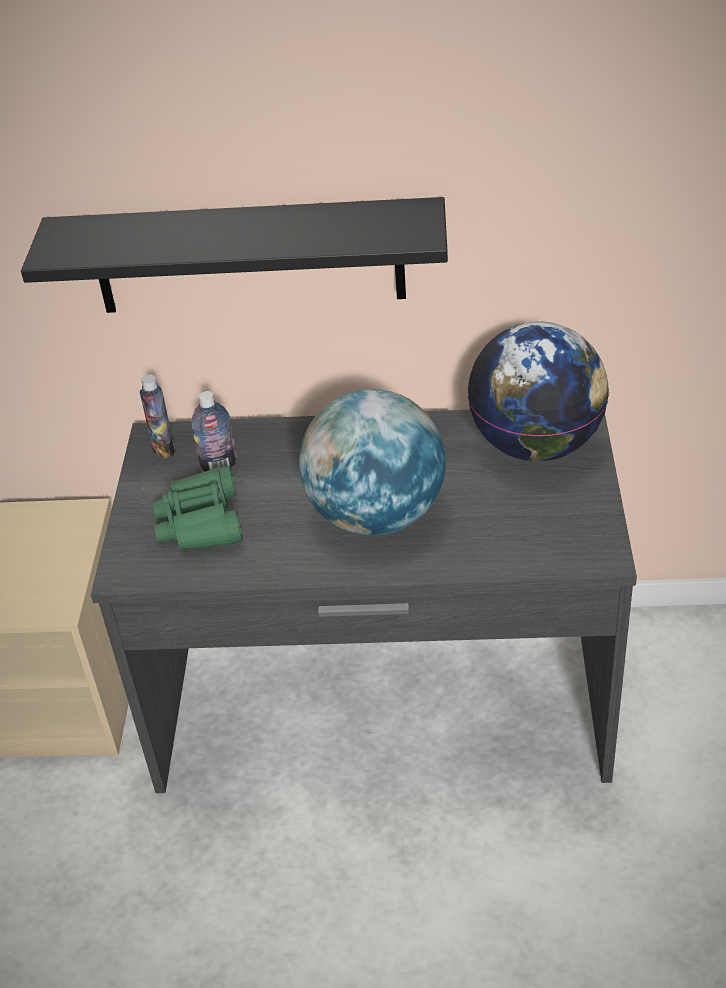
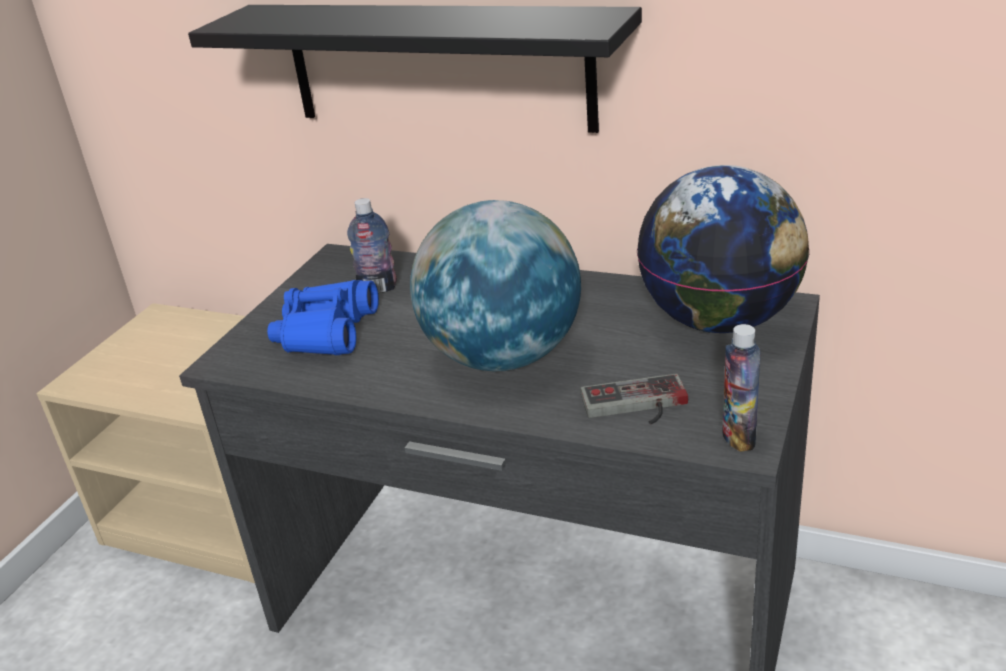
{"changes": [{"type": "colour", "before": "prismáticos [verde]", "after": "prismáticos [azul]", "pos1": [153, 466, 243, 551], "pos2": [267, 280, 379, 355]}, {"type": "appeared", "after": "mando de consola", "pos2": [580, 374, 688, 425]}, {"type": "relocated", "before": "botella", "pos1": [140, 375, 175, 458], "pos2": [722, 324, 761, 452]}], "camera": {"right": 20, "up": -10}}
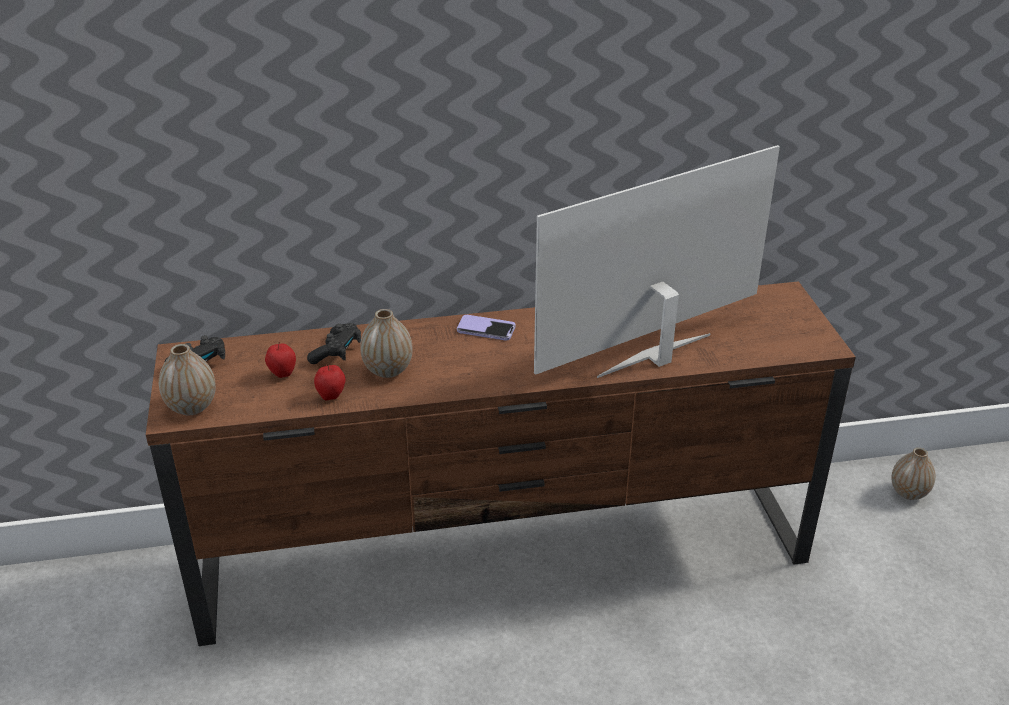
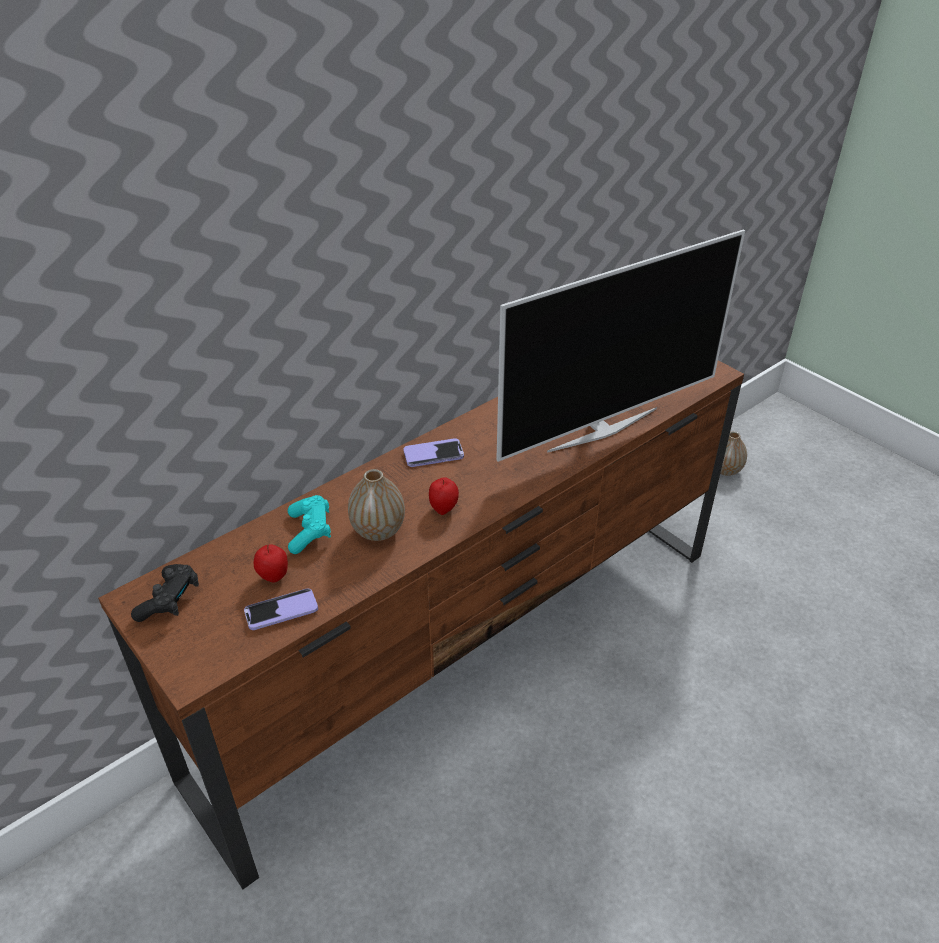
{"changes": [{"type": "appeared", "after": "móvil", "pos2": [244, 589, 318, 630]}, {"type": "colour", "before": "mando de consola [negro]", "after": "mando de consola [turquesa]", "pos1": [307, 323, 361, 364], "pos2": [288, 495, 331, 554]}, {"type": "relocated", "before": "manzana", "pos1": [314, 365, 346, 401], "pos2": [429, 477, 459, 515]}, {"type": "spun", "before": "televisor", "pos1": [534, 145, 780, 378], "pos2": [496, 229, 745, 462], "turn": -150}, {"type": "missing", "before": "florero", "pos1": [159, 344, 216, 415]}], "camera": {"right": -30, "up": 5}}
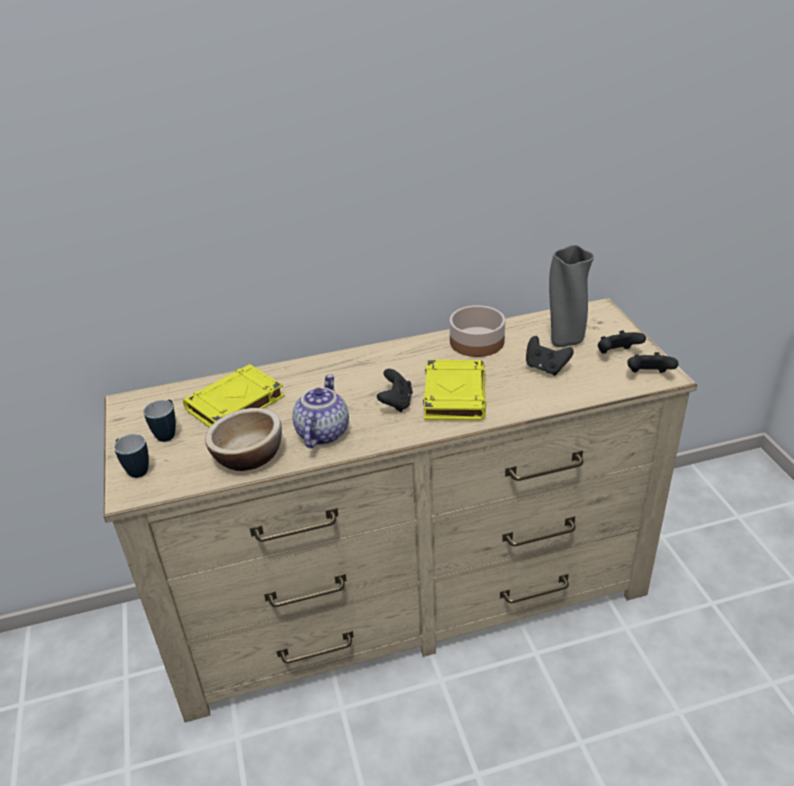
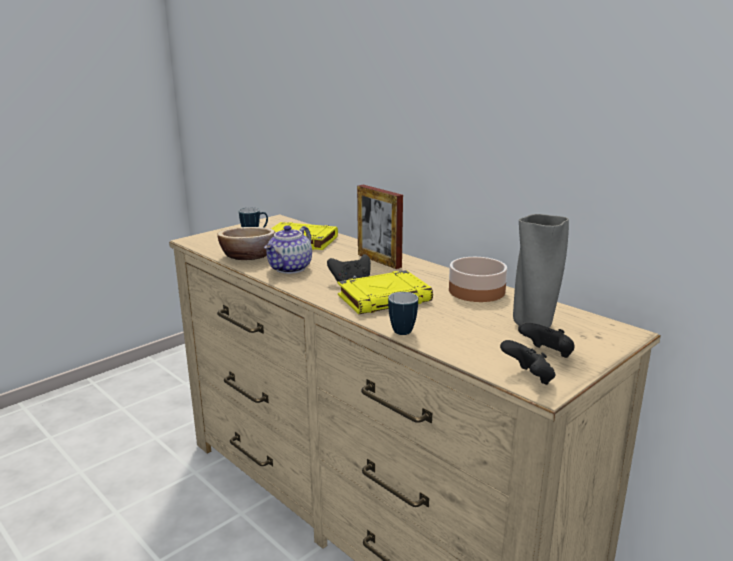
{"changes": [{"type": "spun", "before": "tetera", "pos1": [292, 374, 349, 448], "pos2": [264, 225, 312, 274], "turn": 135}, {"type": "appeared", "after": "portarretratos", "pos2": [357, 185, 403, 269]}, {"type": "relocated", "before": "taza grande", "pos1": [114, 434, 149, 478], "pos2": [388, 292, 418, 335]}, {"type": "missing", "before": "mando de consola [negro]", "pos1": [526, 336, 574, 375]}], "camera": {"right": 60, "up": -15}}
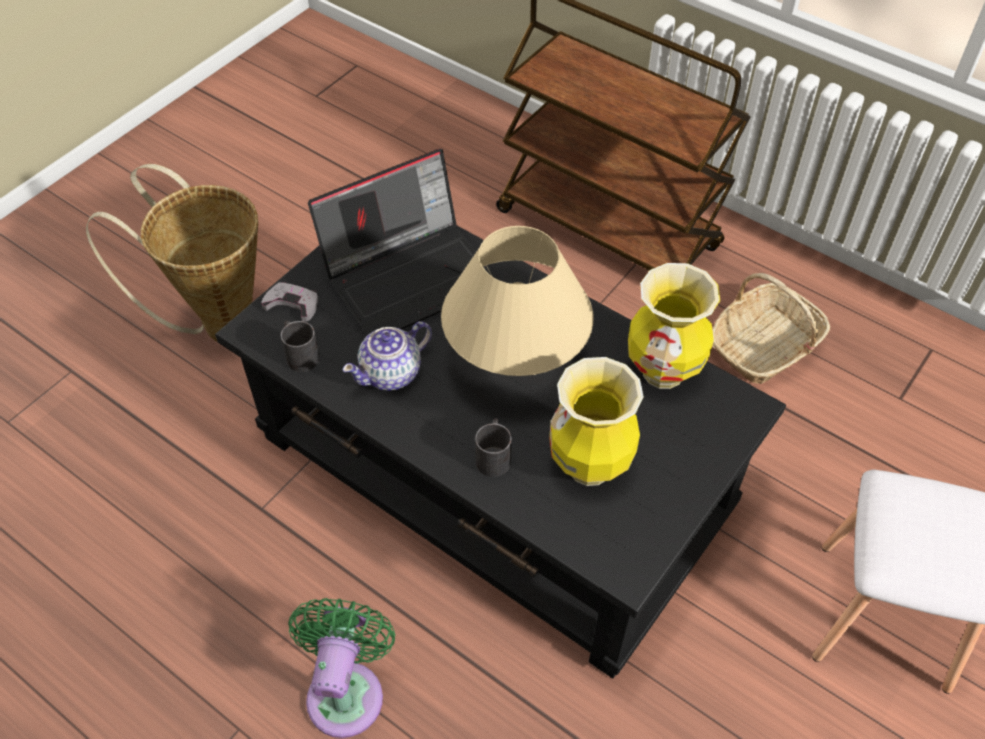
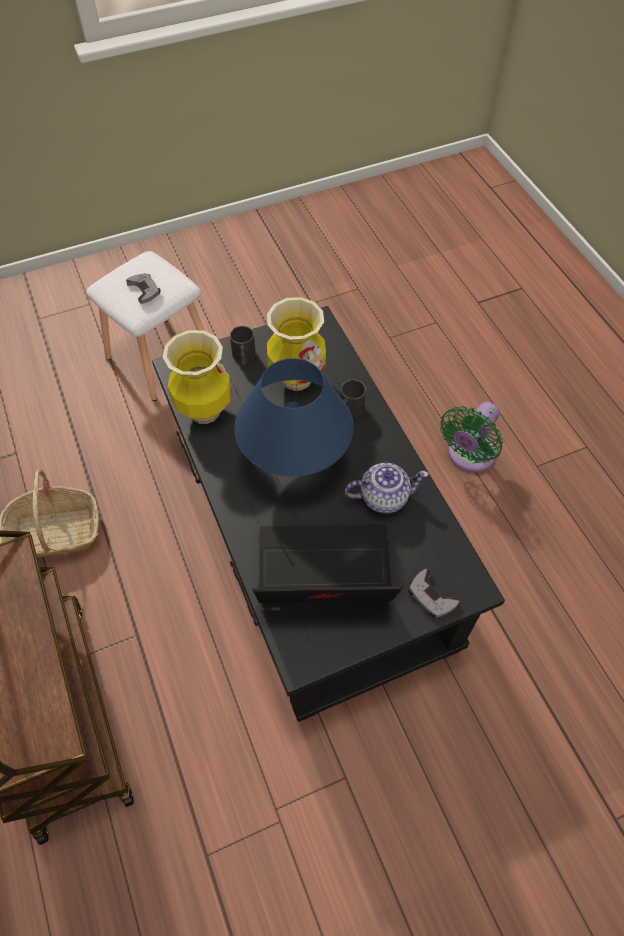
{"changes": [{"type": "appeared", "after": "mando de consola [gris]", "pos2": [126, 273, 160, 304]}, {"type": "relocated", "before": "taza grande [negro]", "pos1": [280, 321, 320, 372], "pos2": [230, 326, 256, 365]}, {"type": "colour", "before": "lámpara de mesa [beis]", "after": "lámpara de mesa [azul]", "pos1": [441, 226, 593, 376], "pos2": [234, 358, 354, 477]}, {"type": "missing", "before": "cesta", "pos1": [86, 164, 258, 341]}], "camera": {"right": -150, "up": 5}}
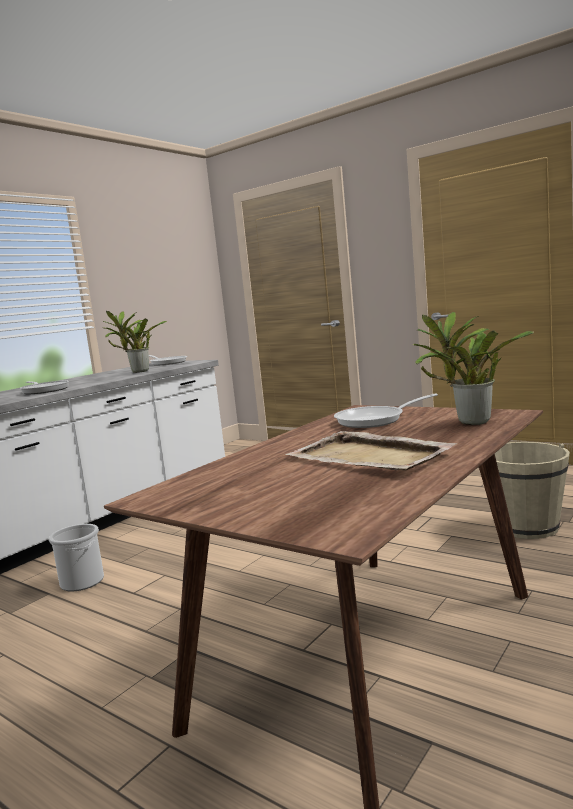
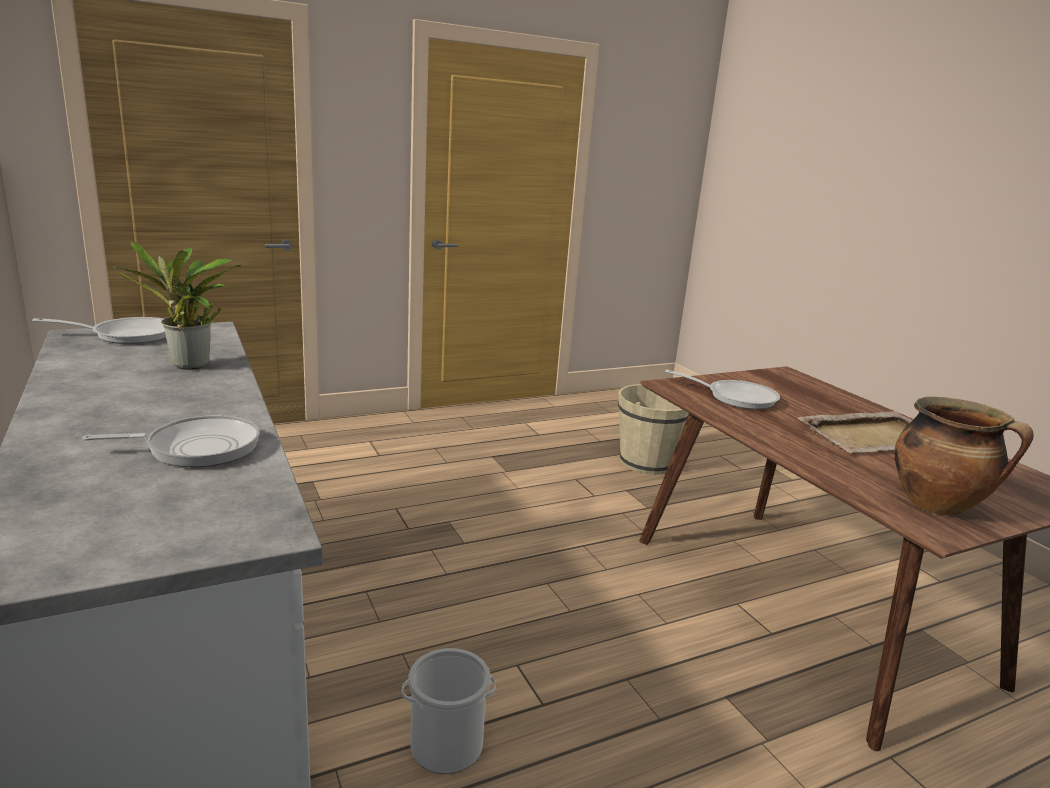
{"changes": [{"type": "spun", "before": "sartén", "pos1": [334, 393, 438, 428], "pos2": [665, 369, 780, 410], "turn": -75}, {"type": "appeared", "after": "olla", "pos2": [895, 397, 1034, 516]}, {"type": "missing", "before": "planta en maceta", "pos1": [413, 312, 534, 425]}], "camera": {"right": -65, "up": 10}}
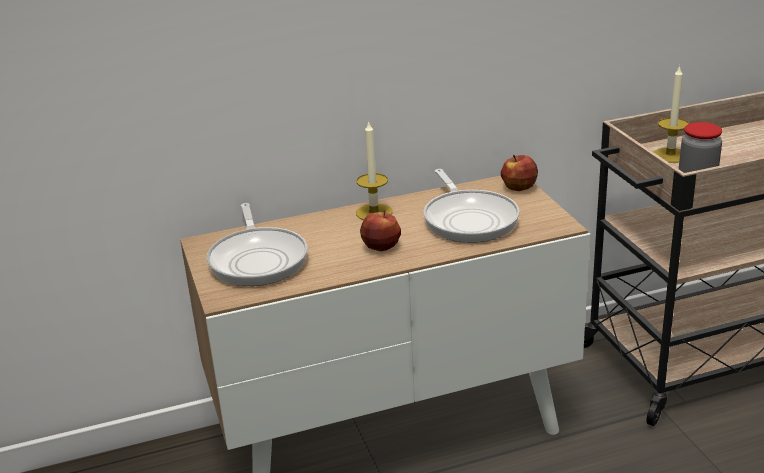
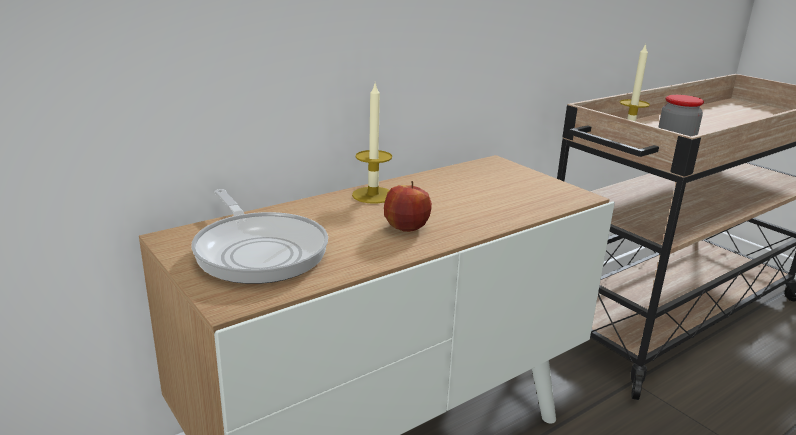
{"changes": [{"type": "missing", "before": "sartén", "pos1": [424, 169, 520, 243]}, {"type": "missing", "before": "manzana", "pos1": [501, 155, 538, 191]}], "camera": {"right": -20, "up": -5}}
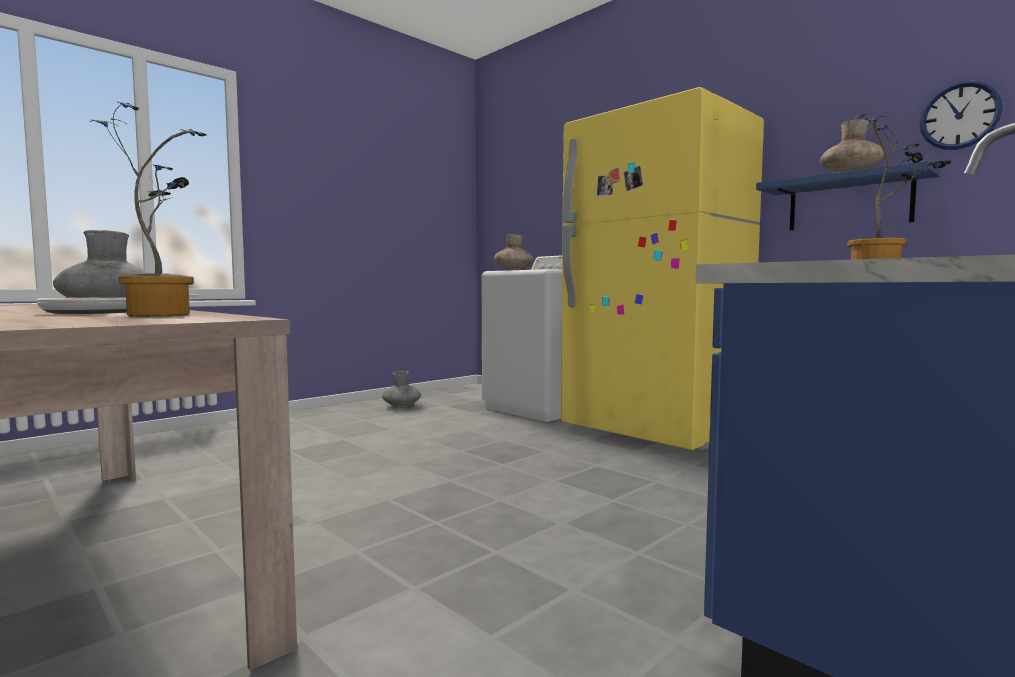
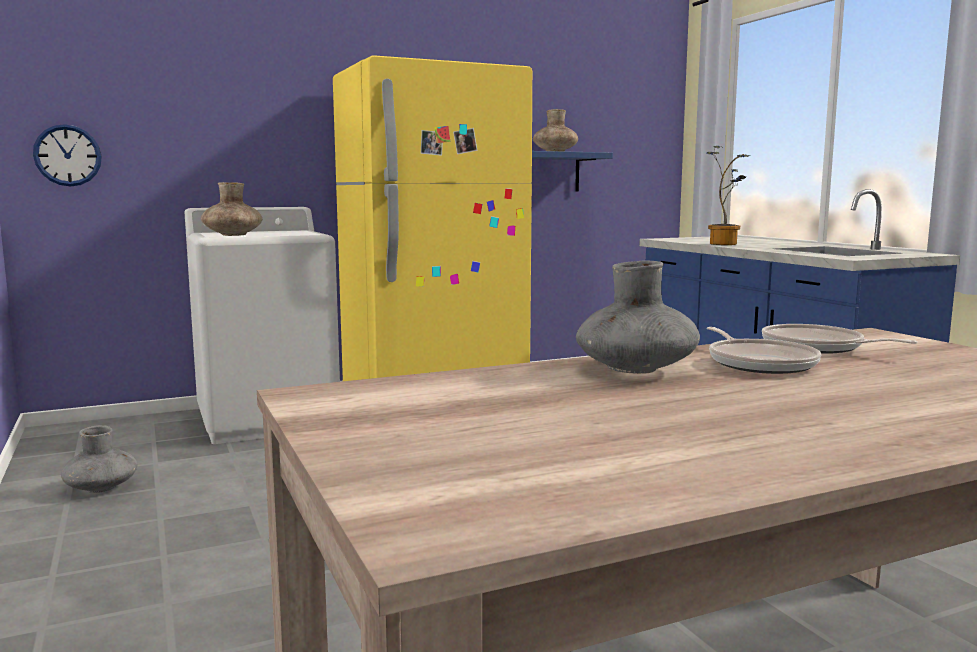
{"changes": [{"type": "relocated", "before": "reloj de pared", "pos1": [919, 81, 1003, 150], "pos2": [33, 124, 102, 187]}, {"type": "exchanged", "before": "planta en maceta", "after": "sartén", "pos1": [89, 101, 207, 317], "pos2": [762, 324, 918, 354]}], "camera": {"right": -70, "up": 5}}
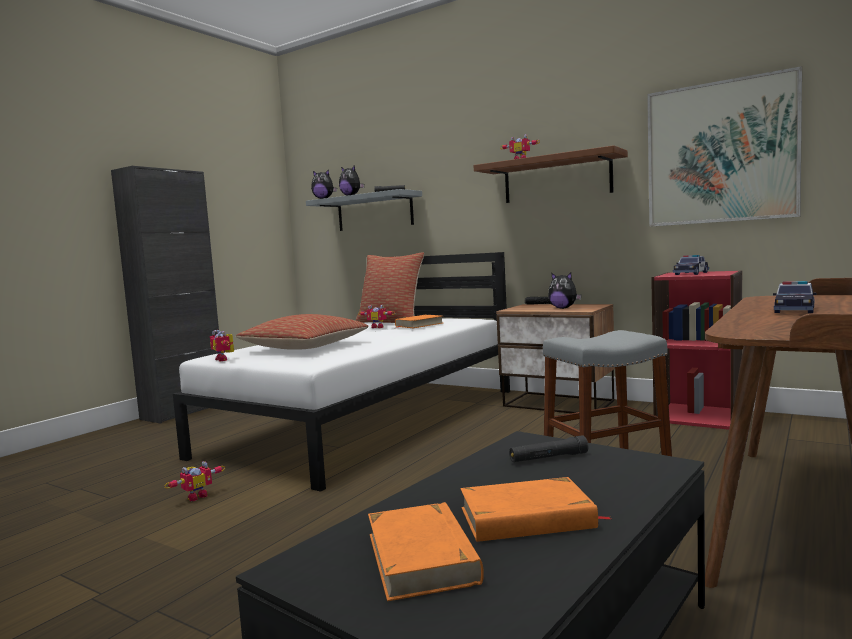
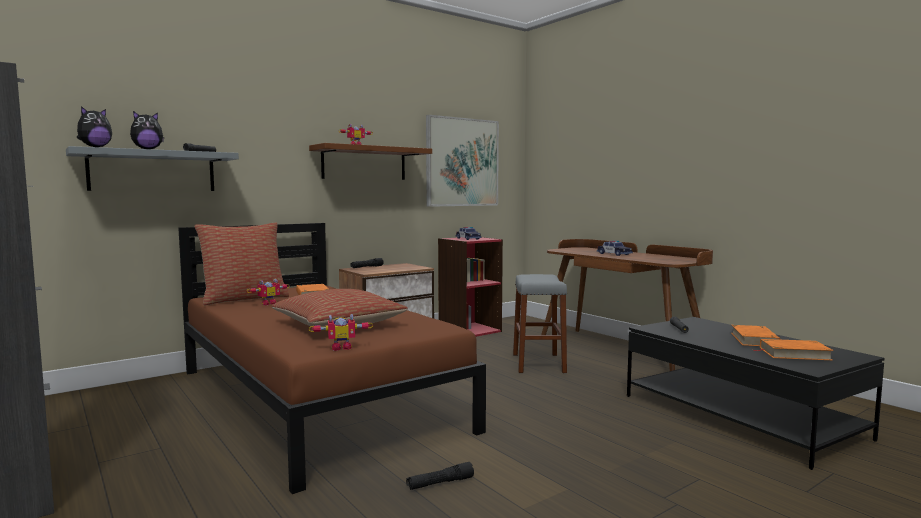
{"changes": [{"type": "colour", "before": "cama [blanco]", "after": "cama [marrón]", "pos1": [173, 252, 510, 492], "pos2": [178, 223, 486, 494]}, {"type": "exchanged", "before": "robot de juguete", "after": "linterna [negro]", "pos1": [164, 461, 225, 501], "pos2": [406, 462, 474, 490]}, {"type": "missing", "before": "peluche", "pos1": [548, 273, 582, 309]}], "camera": {"right": -70, "up": 0}}
